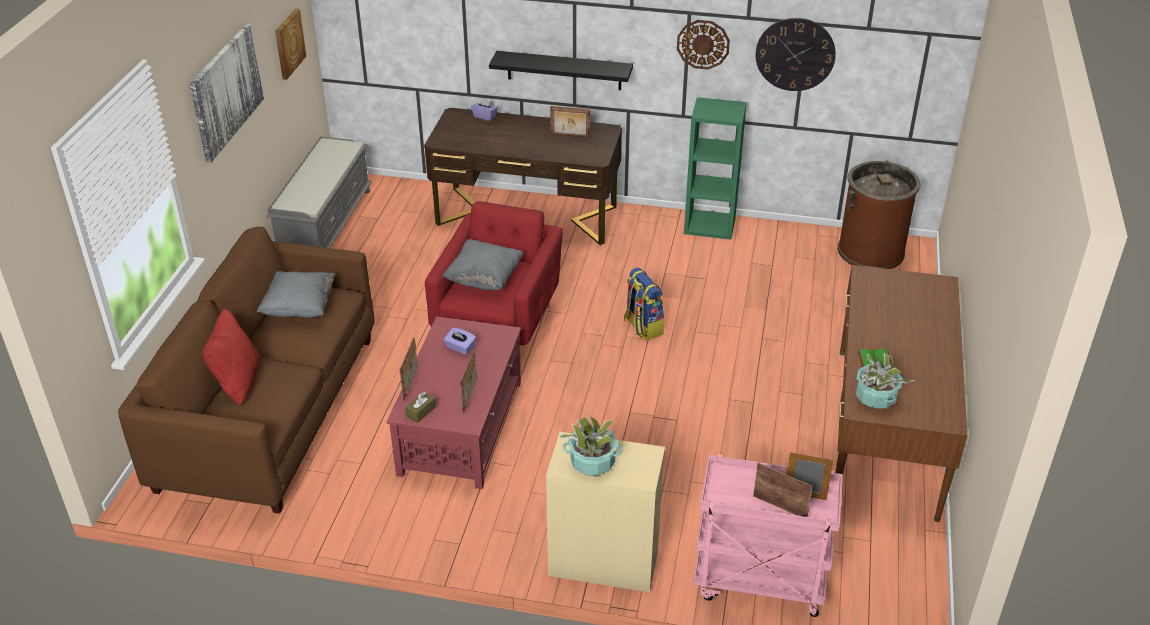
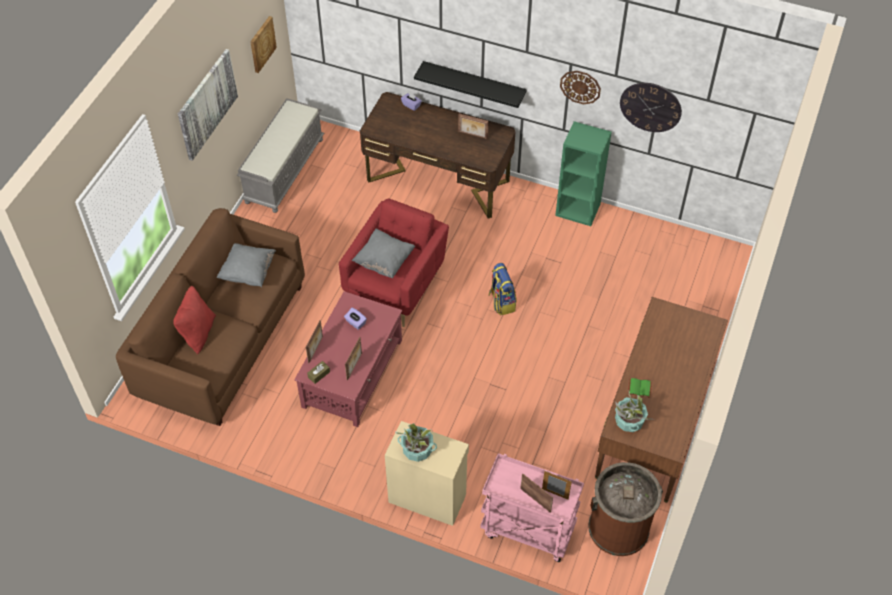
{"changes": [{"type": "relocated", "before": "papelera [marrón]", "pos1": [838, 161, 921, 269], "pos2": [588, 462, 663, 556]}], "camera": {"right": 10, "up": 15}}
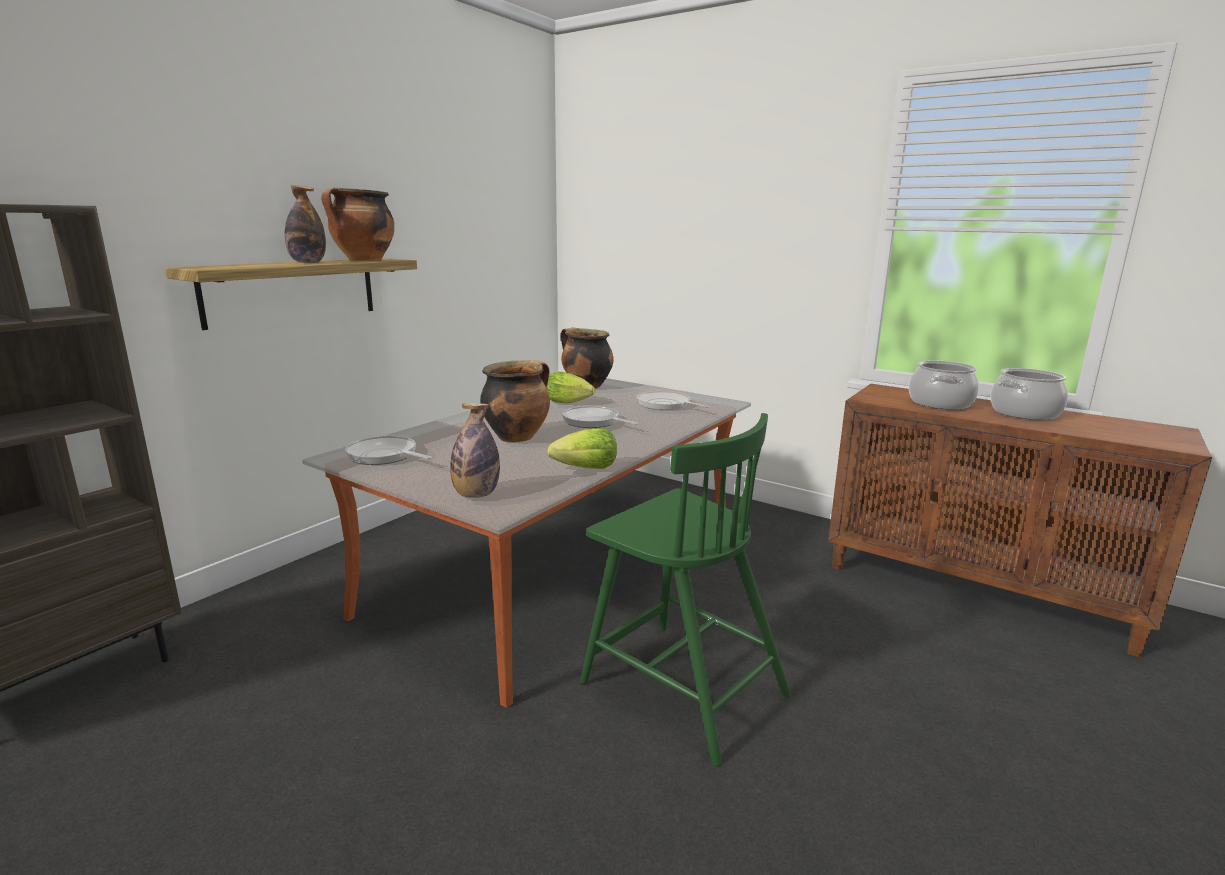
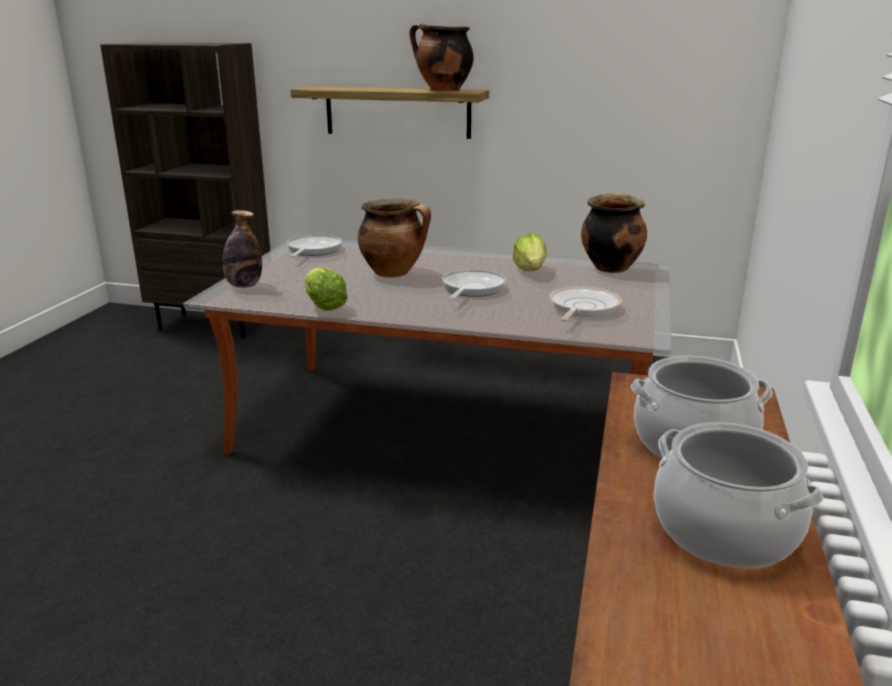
{"changes": [{"type": "missing", "before": "botella", "pos1": [285, 185, 326, 263]}, {"type": "missing", "before": "silla [verde]", "pos1": [580, 413, 791, 767]}], "camera": {"right": 70, "up": 5}}
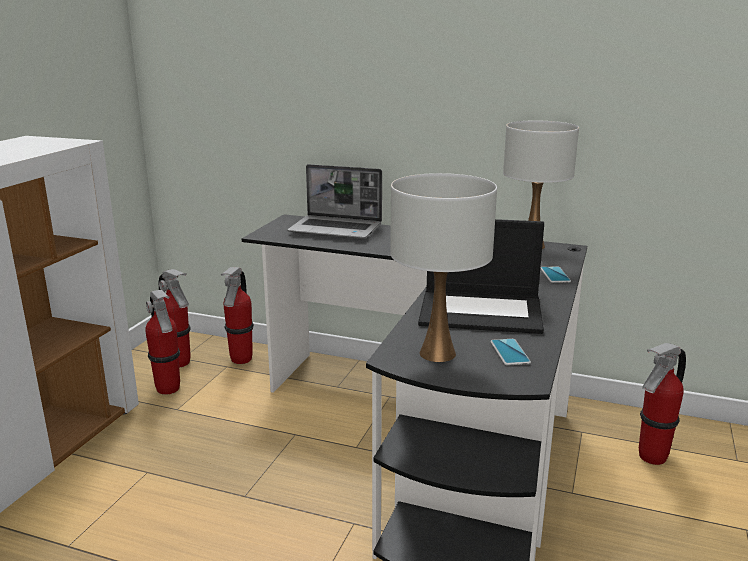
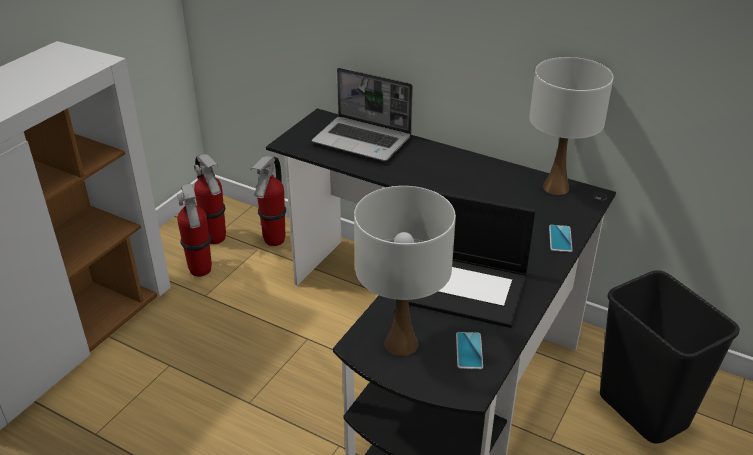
{"changes": [{"type": "exchanged", "before": "extintor", "after": "papelera [negro]", "pos1": [639, 343, 686, 465], "pos2": [600, 270, 740, 444]}], "camera": {"right": 10, "up": 15}}
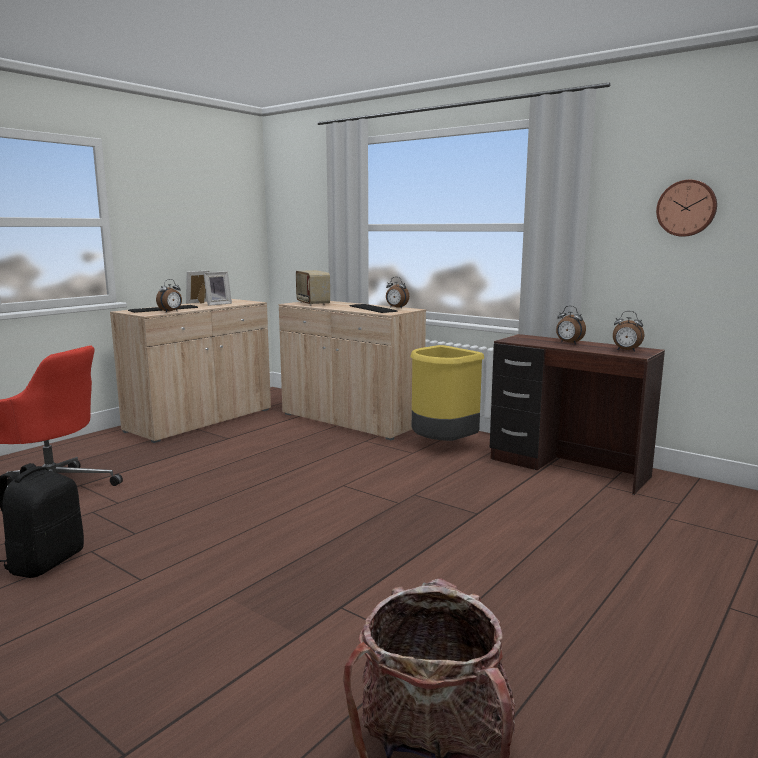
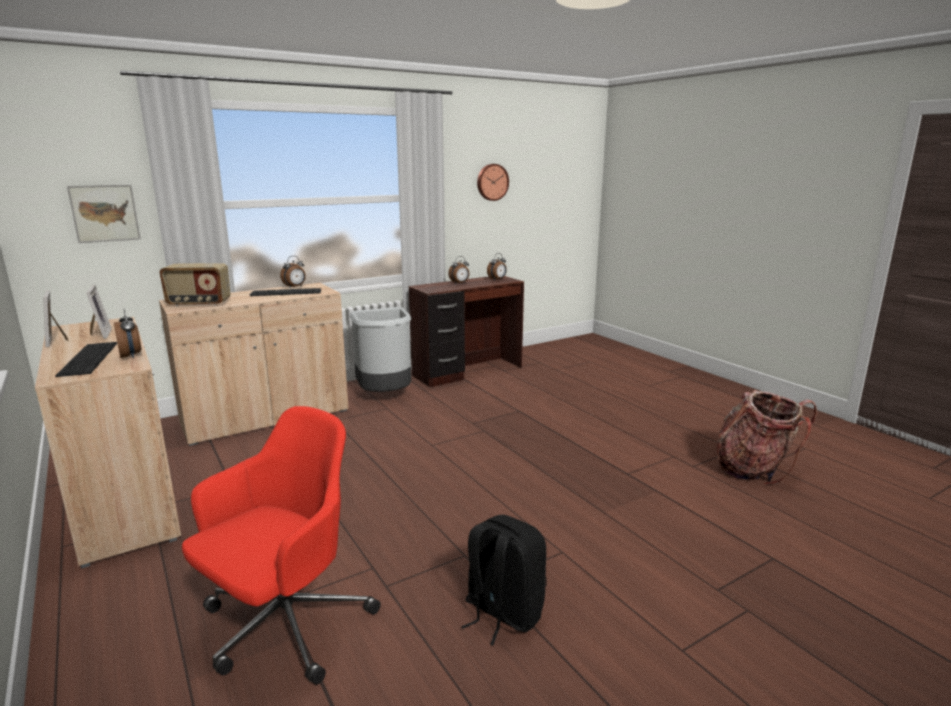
{"changes": [{"type": "appeared", "after": "cuadro", "pos2": [67, 185, 141, 243]}, {"type": "colour", "before": "papelera [amarillo]", "after": "papelera [gris]", "pos1": [410, 345, 484, 441], "pos2": [349, 307, 411, 392]}], "camera": {"right": -70, "up": 5}}
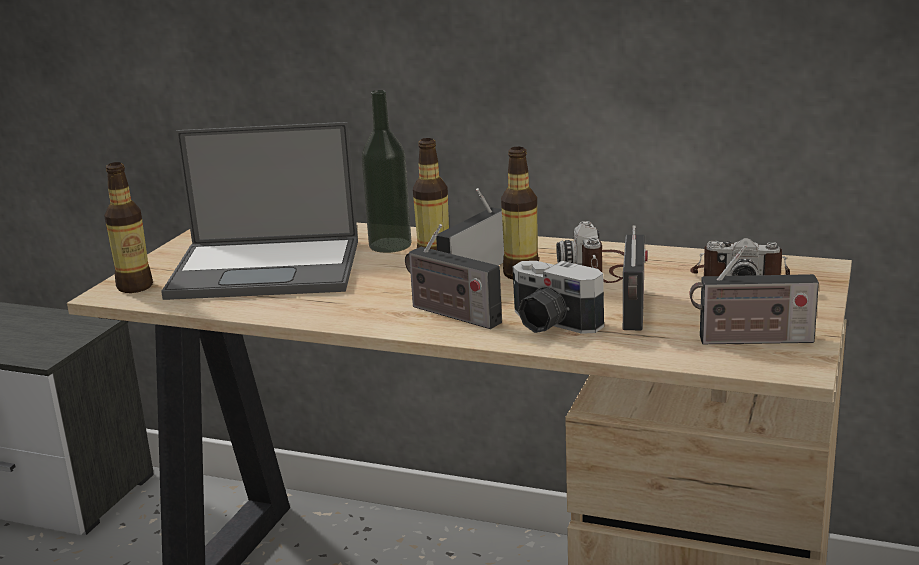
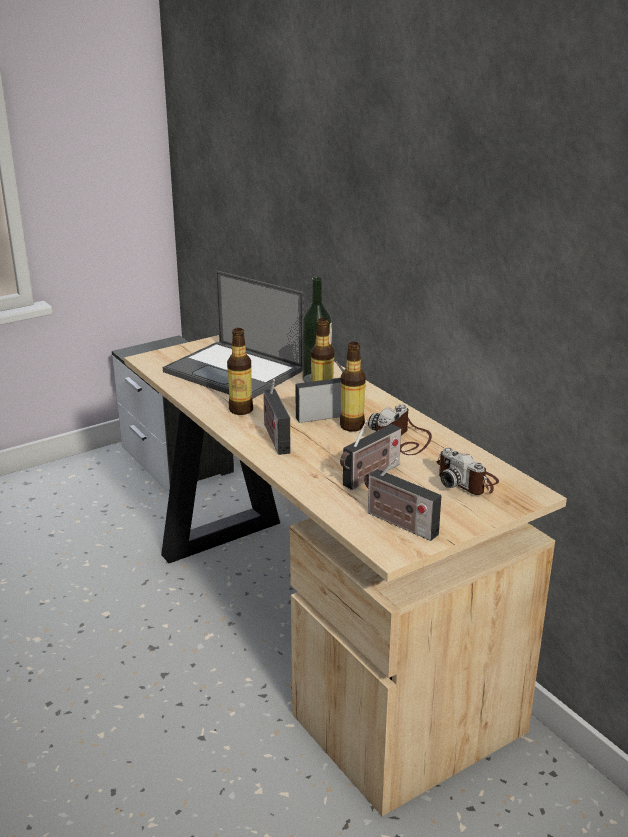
{"changes": [{"type": "relocated", "before": "botella", "pos1": [104, 162, 153, 293], "pos2": [227, 328, 253, 415]}, {"type": "missing", "before": "cámara", "pos1": [513, 261, 604, 334]}], "camera": {"right": 35, "up": 5}}
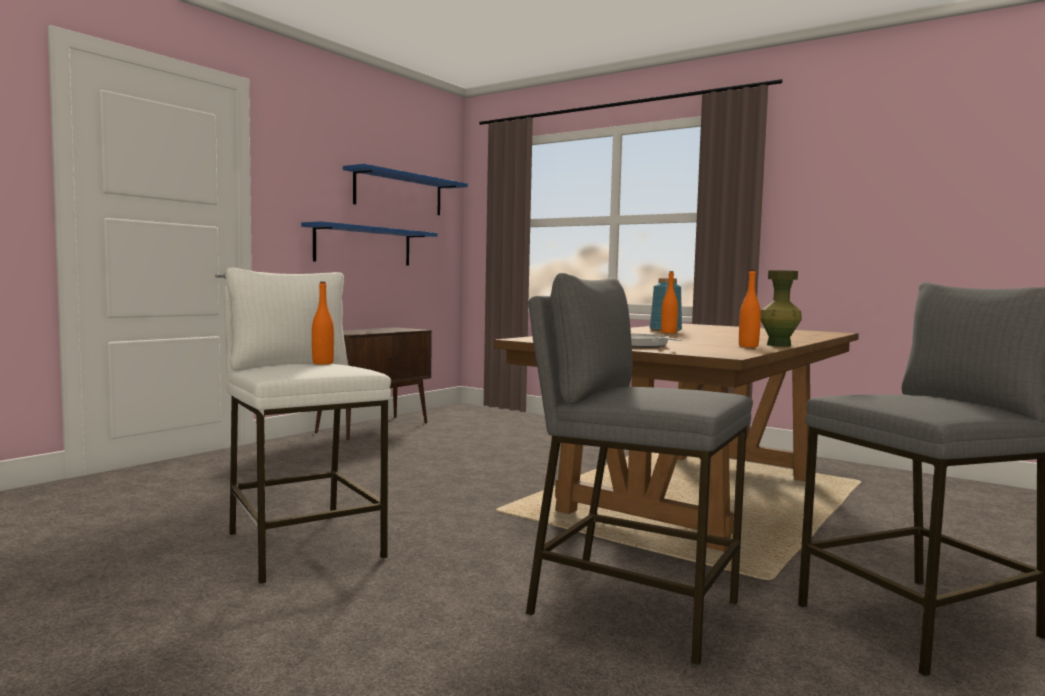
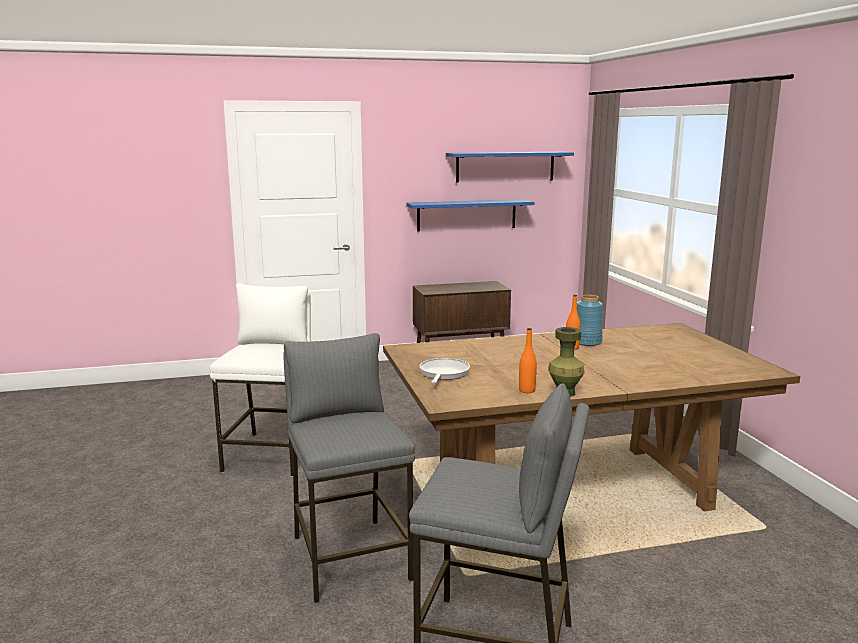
{"changes": [{"type": "missing", "before": "botella [naranja]", "pos1": [312, 282, 334, 365]}], "camera": {"right": 40, "up": 10}}
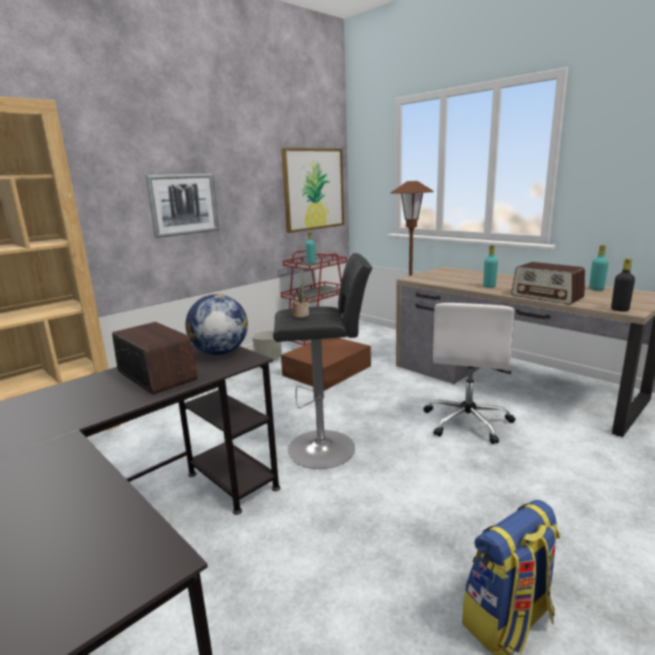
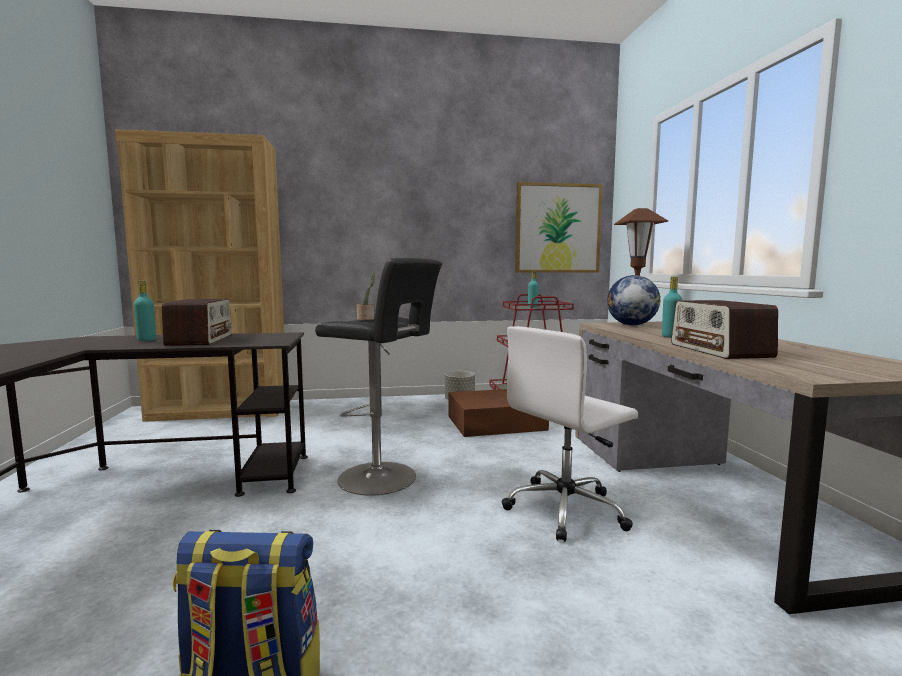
{"changes": [{"type": "relocated", "before": "botella [turquesa]", "pos1": [589, 245, 609, 290], "pos2": [133, 281, 156, 341]}, {"type": "relocated", "before": "globo terráqueo", "pos1": [185, 294, 248, 355], "pos2": [607, 275, 660, 325]}, {"type": "missing", "before": "cuadro", "pos1": [145, 173, 219, 238]}, {"type": "missing", "before": "botella [negro]", "pos1": [611, 258, 635, 312]}], "camera": {"right": 35, "up": -10}}
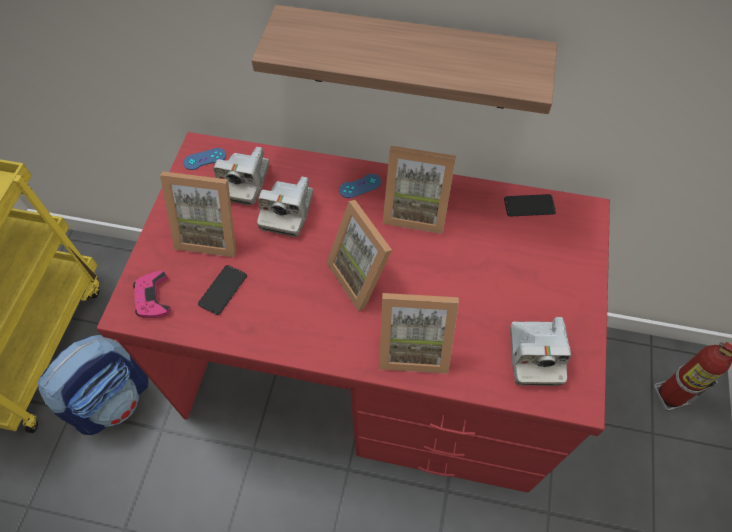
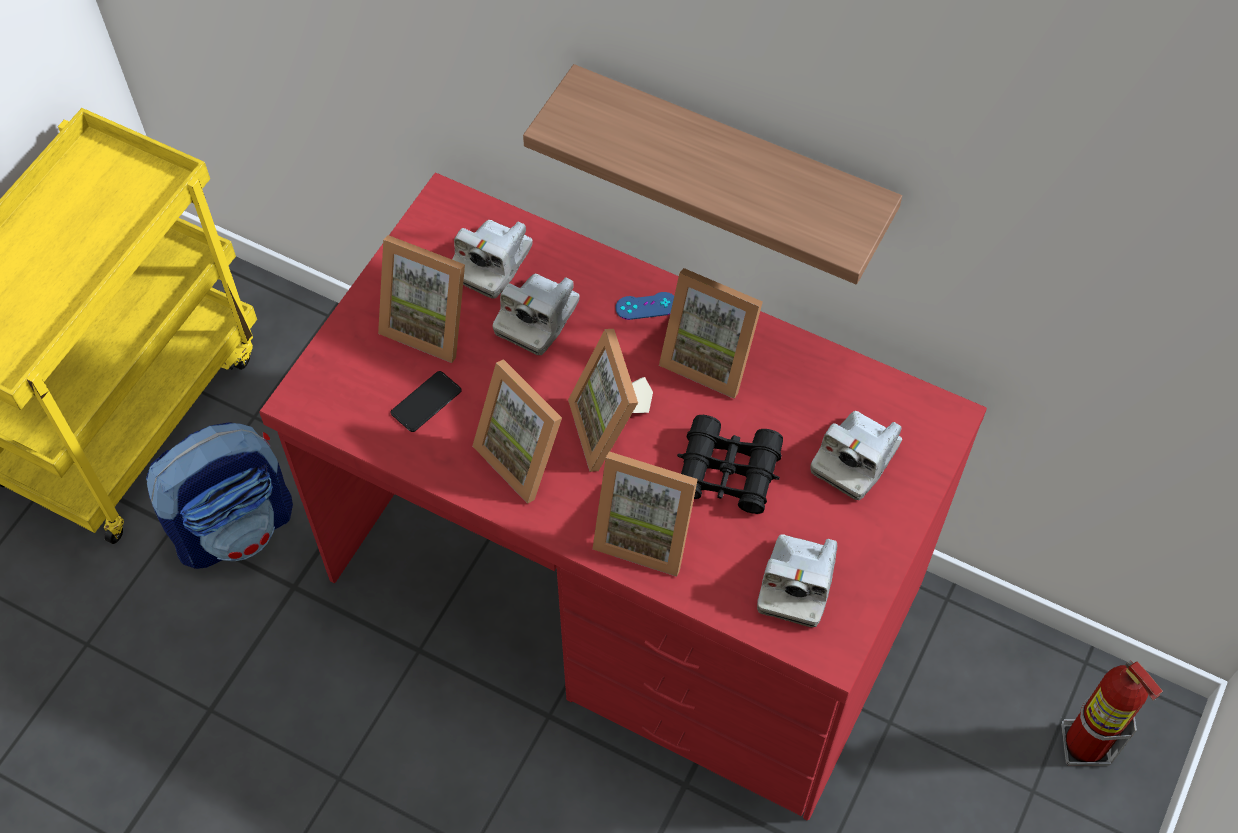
{"changes": [{"type": "appeared", "after": "portarretratos", "pos2": [473, 359, 562, 504]}, {"type": "appeared", "after": "prismáticos [negro]", "pos2": [677, 415, 783, 514]}, {"type": "appeared", "after": "cámara", "pos2": [810, 411, 902, 500]}, {"type": "missing", "before": "mando de consola [rosa]", "pos1": [133, 271, 171, 318]}, {"type": "missing", "before": "mando de consola [azul]", "pos1": [183, 148, 226, 170]}, {"type": "missing", "before": "móvil", "pos1": [504, 194, 556, 216]}], "camera": {"right": 15, "up": 0}}
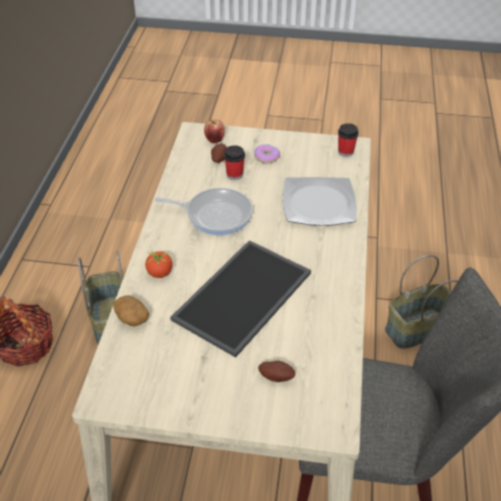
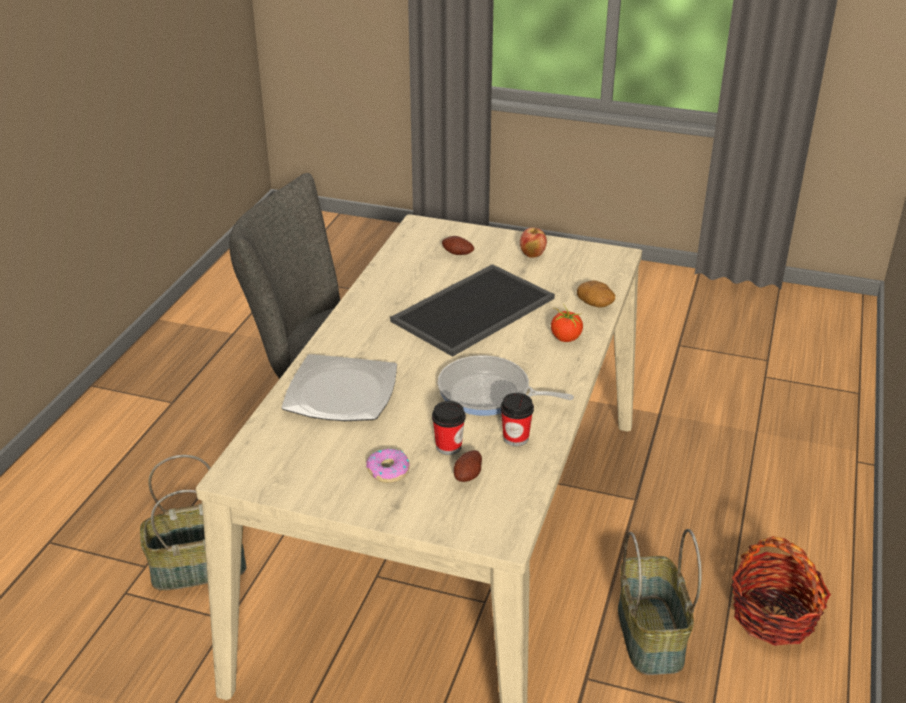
{"changes": [{"type": "relocated", "before": "taza", "pos1": [338, 123, 359, 157], "pos2": [500, 393, 534, 446]}, {"type": "relocated", "before": "manzana", "pos1": [204, 120, 225, 143], "pos2": [520, 228, 547, 258]}], "camera": {"right": -170, "up": -10}}
